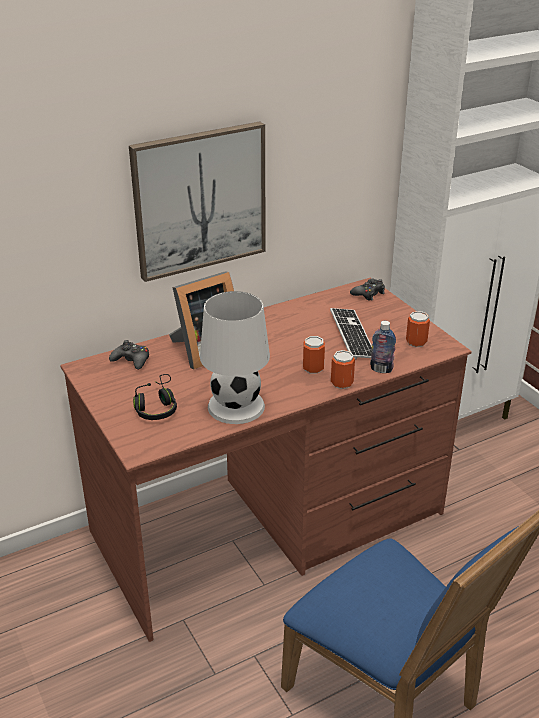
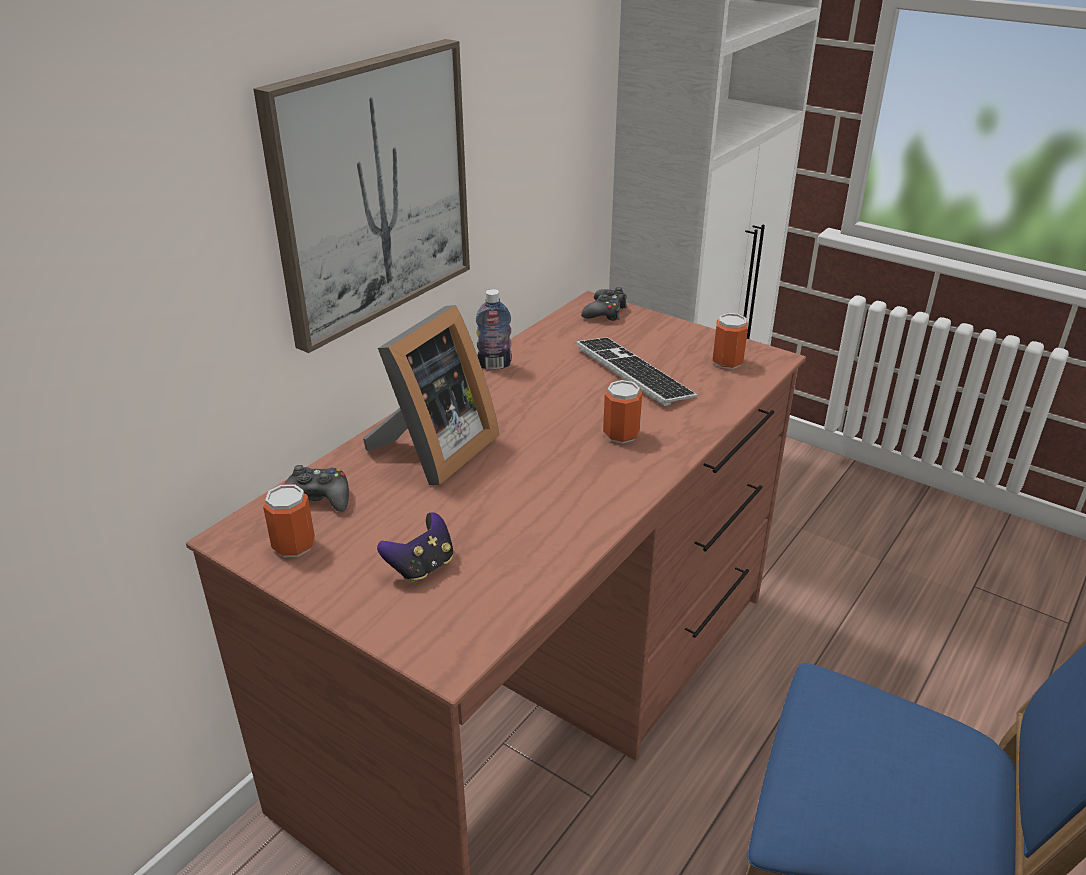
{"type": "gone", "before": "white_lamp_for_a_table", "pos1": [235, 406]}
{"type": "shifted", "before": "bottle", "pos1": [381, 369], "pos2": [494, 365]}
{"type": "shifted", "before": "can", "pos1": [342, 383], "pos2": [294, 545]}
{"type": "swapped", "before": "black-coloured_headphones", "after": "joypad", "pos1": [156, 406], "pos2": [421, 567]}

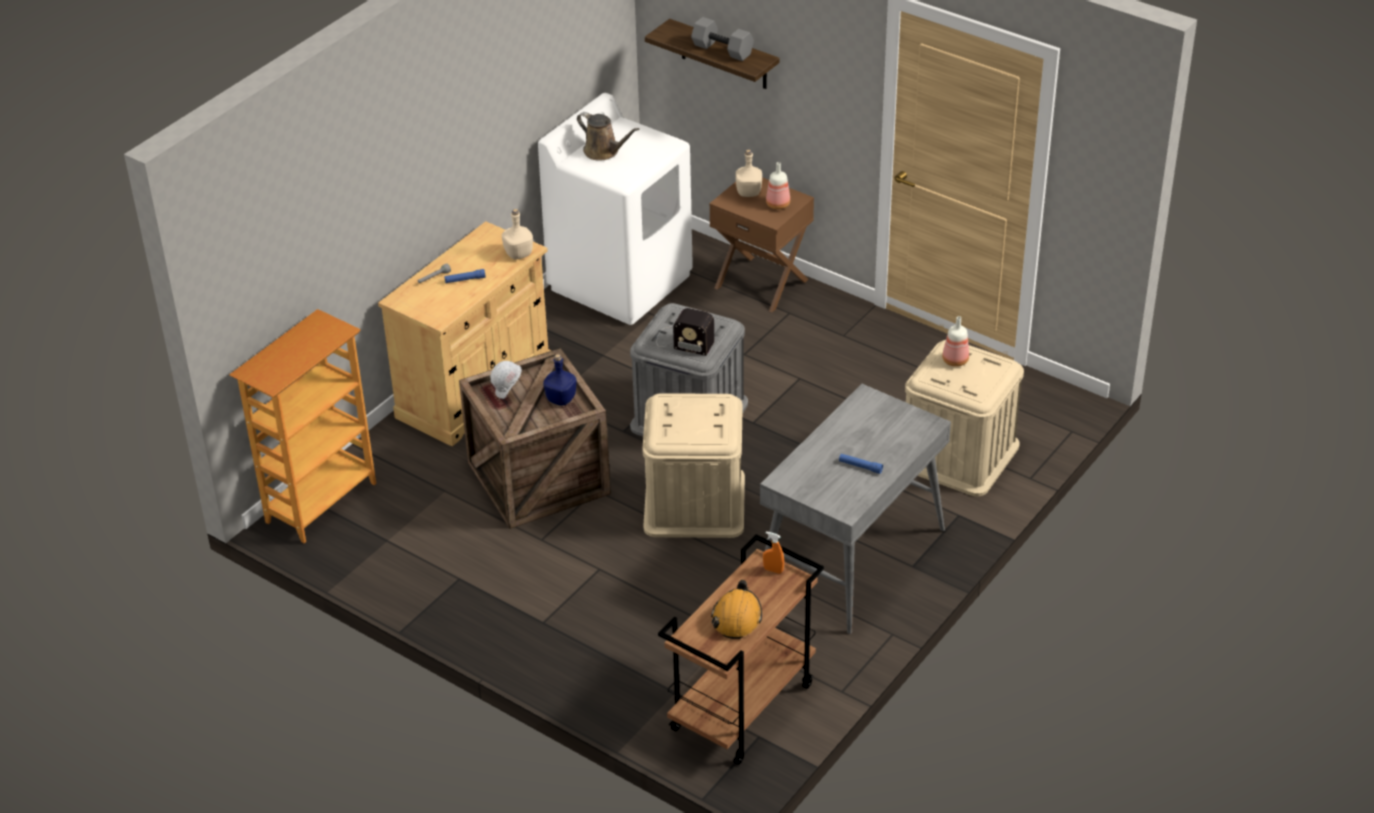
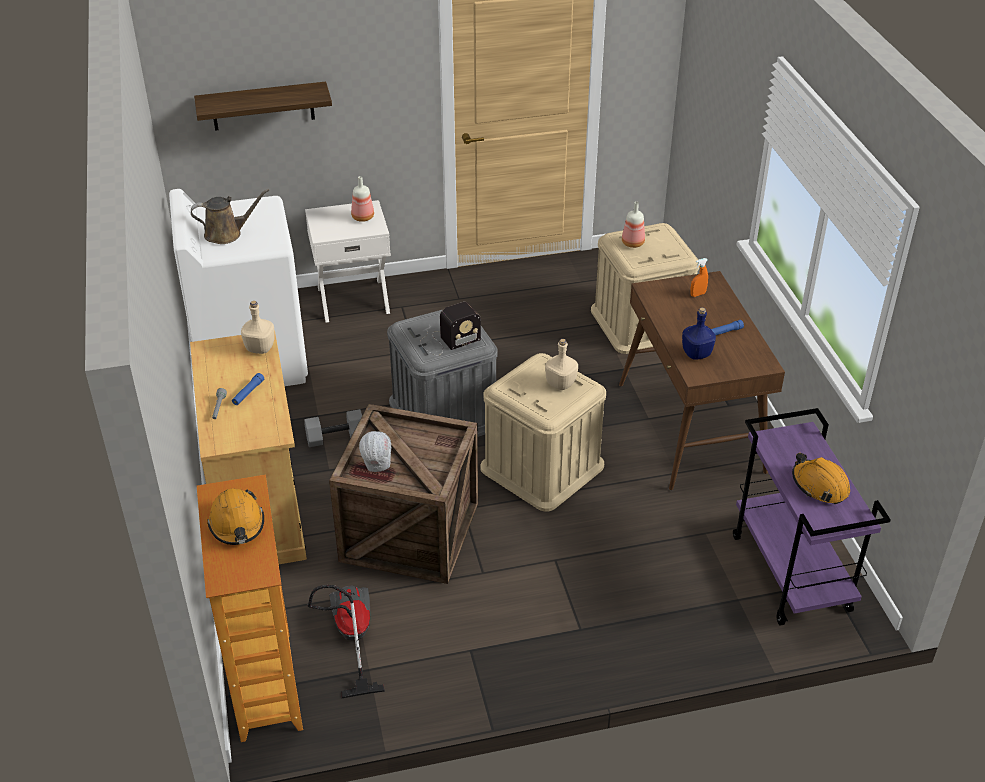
{"type": "shifted", "before": "greyish_hand_weight", "pos1": [723, 49], "pos2": [336, 437]}
{"type": "shifted", "before": "beige-coloured_bottle", "pos1": [748, 192], "pos2": [560, 383]}
{"type": "repainted", "before": "brown-coloured_bedside_table", "after": "white_bedside_table", "pos1": [762, 283], "pos2": [353, 299]}
{"type": "shifted", "before": "bluish_bottle", "pos1": [561, 398], "pos2": [696, 353]}
{"type": "repainted", "before": "greyish_desk", "after": "brown-coloured_desk", "pos1": [851, 560], "pos2": [691, 428]}
{"type": "shifted", "before": "orange_hand_sprayer", "pos1": [773, 570], "pos2": [697, 294]}
{"type": "repainted", "before": "brown-coloured_cart", "after": "purplish_cart", "pos1": [742, 709], "pos2": [792, 573]}
{"type": "new", "after": "orange_work_helmet", "pos2": [237, 524]}
{"type": "new", "after": "hoover", "pos2": [350, 638]}

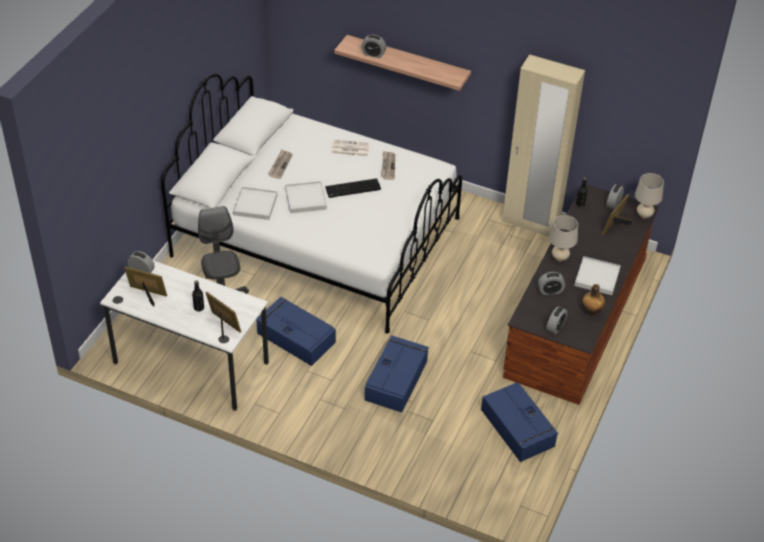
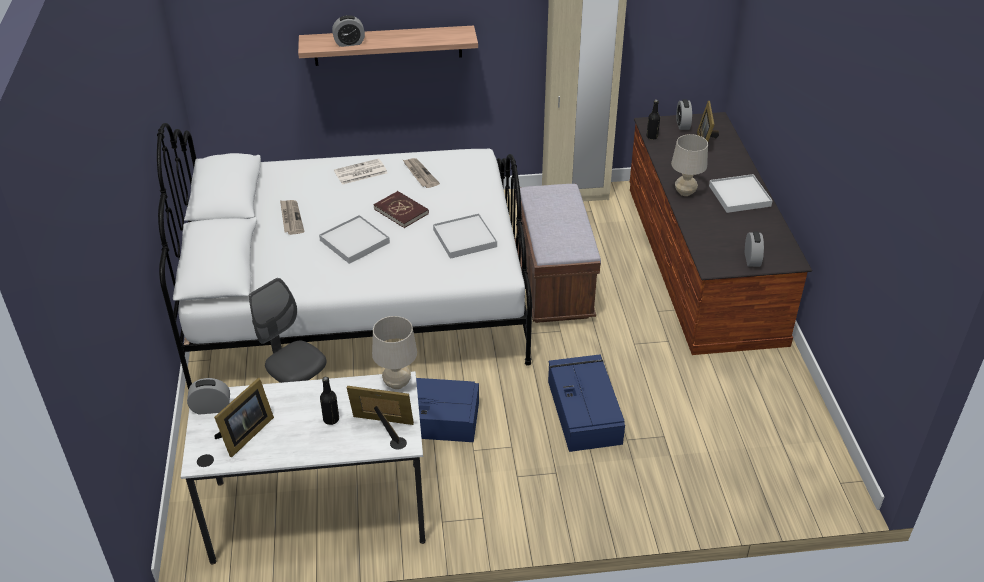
{"type": "shifted", "before": "beige-coloured_lamp_for_a_table", "pos1": [644, 215], "pos2": [397, 383]}
{"type": "swapped", "before": "computer_keyboard", "after": "red_book", "pos1": [352, 189], "pos2": [401, 211]}
{"type": "shifted", "before": "white_tray", "pos1": [255, 205], "pos2": [464, 238]}
{"type": "rotated", "before": "standing_frame", "pos1": [147, 295], "pos2": [244, 435], "turn": 135}
{"type": "gone", "before": "table_clock", "pos1": [550, 291]}
{"type": "gone", "before": "bottle", "pos1": [591, 311]}
{"type": "gone", "before": "bluish_storage_box", "pos1": [518, 429]}
{"type": "new", "after": "brown-coloured_bench", "pos2": [553, 283]}

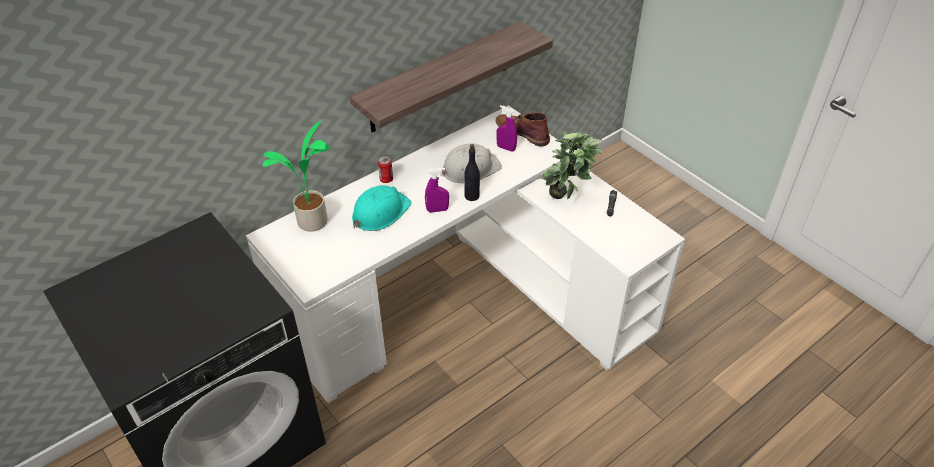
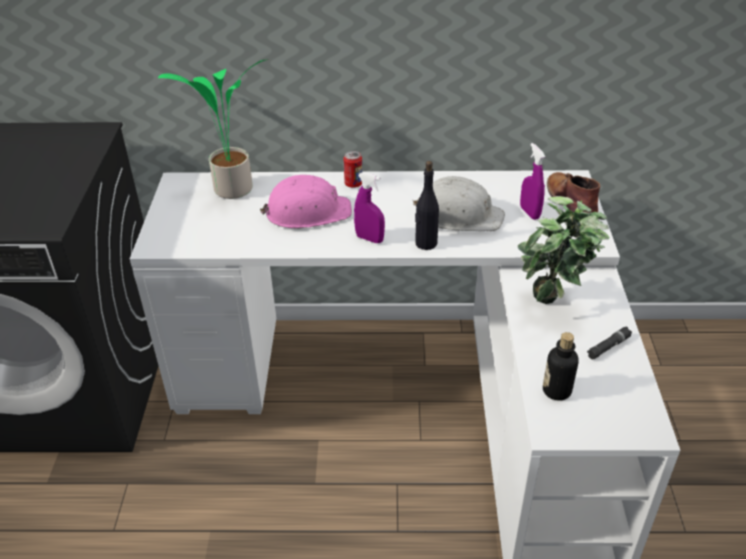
{"type": "gone", "before": "wall_shelf", "pos1": [440, 78]}
{"type": "repainted", "before": "turquoise-coloured_work_helmet", "after": "pink-coloured_work_helmet", "pos1": [380, 212], "pos2": [307, 212]}
{"type": "new", "after": "bottle", "pos2": [556, 390]}

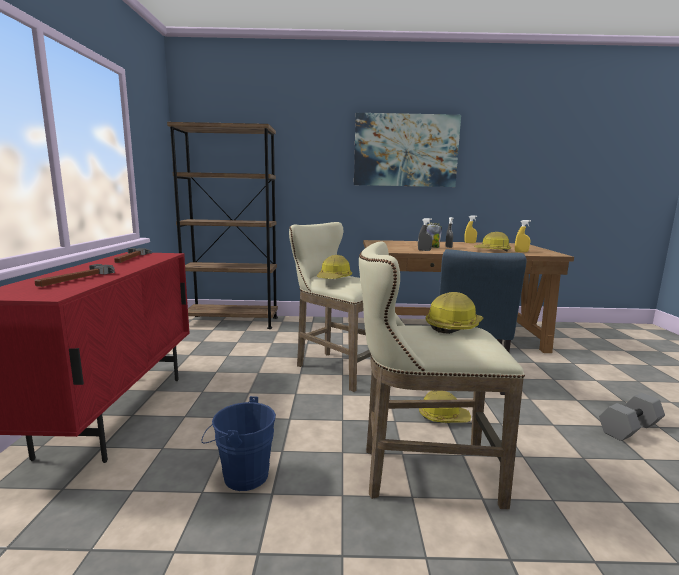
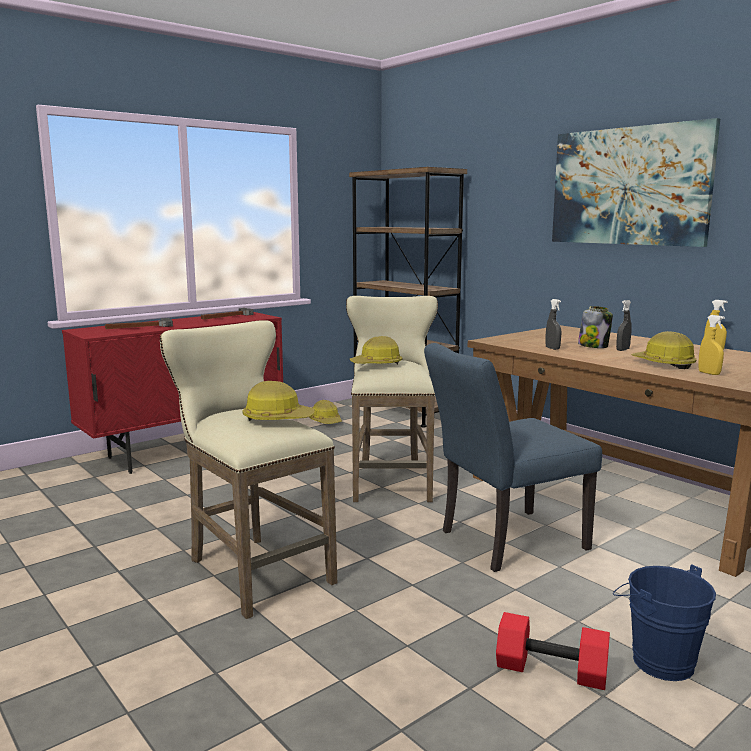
{"type": "shifted", "before": "work_helmet", "pos1": [443, 417], "pos2": [326, 421]}
{"type": "repainted", "before": "greyish_hand_weight", "after": "red_hand_weight", "pos1": [630, 429], "pos2": [550, 671]}
{"type": "shifted", "before": "bluish_bucket", "pos1": [241, 475], "pos2": [657, 659]}

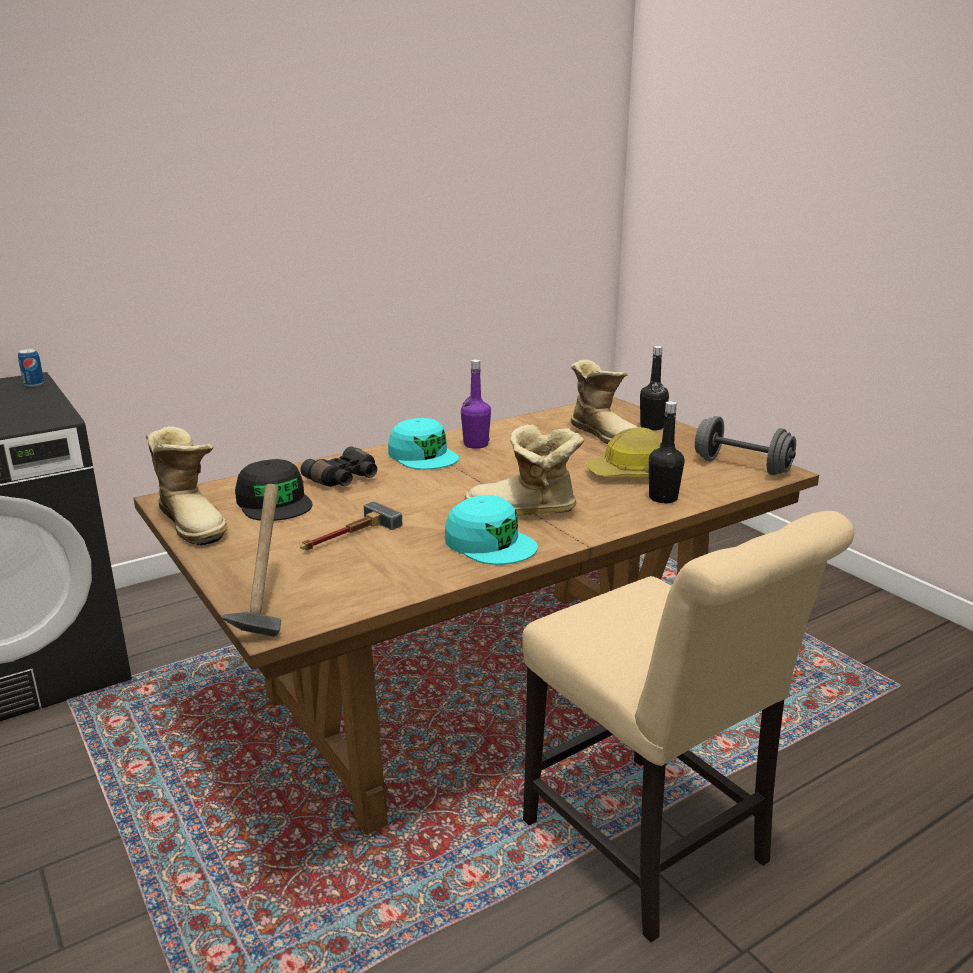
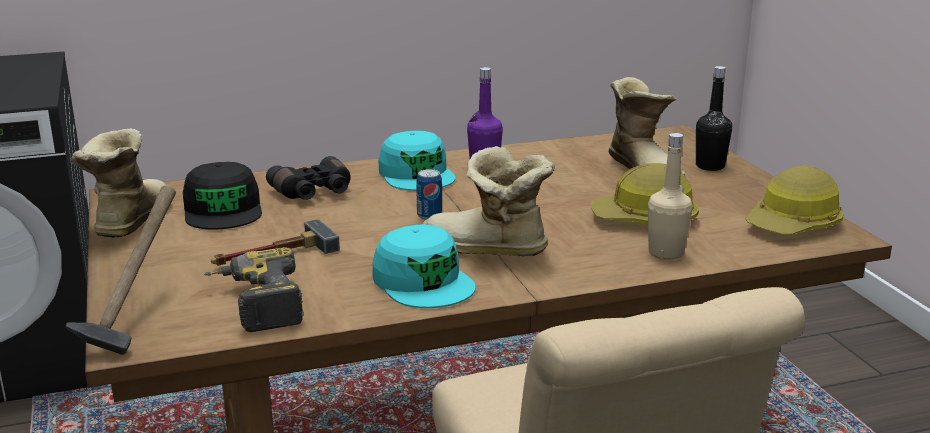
{"type": "shifted", "before": "can", "pos1": [34, 384], "pos2": [429, 215]}
{"type": "repainted", "before": "black-coloured_bottle", "after": "beige-coloured_bottle", "pos1": [663, 498], "pos2": [666, 252]}
{"type": "swapped", "before": "greyish_hand_weight", "after": "work_helmet", "pos1": [742, 466], "pos2": [794, 225]}
{"type": "rotated", "before": "tall_boot", "pos1": [194, 522], "pos2": [128, 222], "turn": -150}
{"type": "new", "after": "electric_drill", "pos2": [254, 304]}

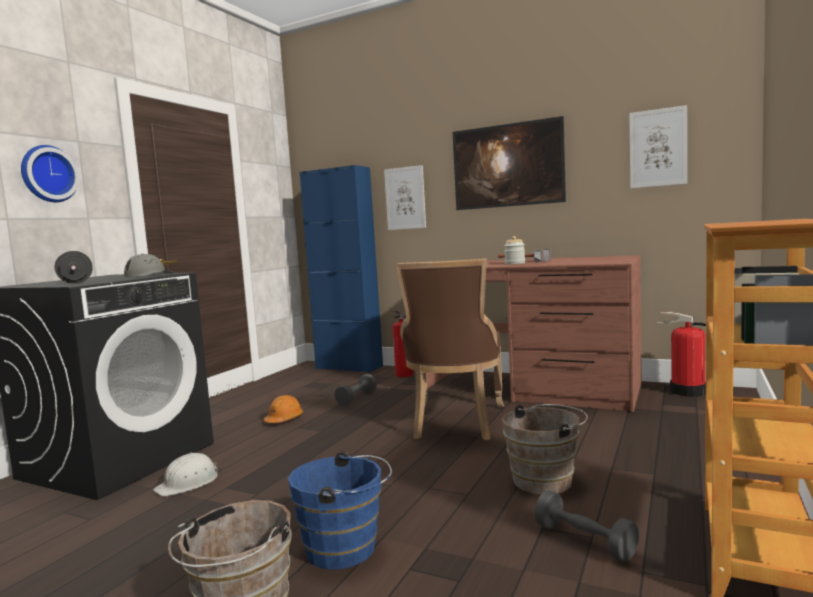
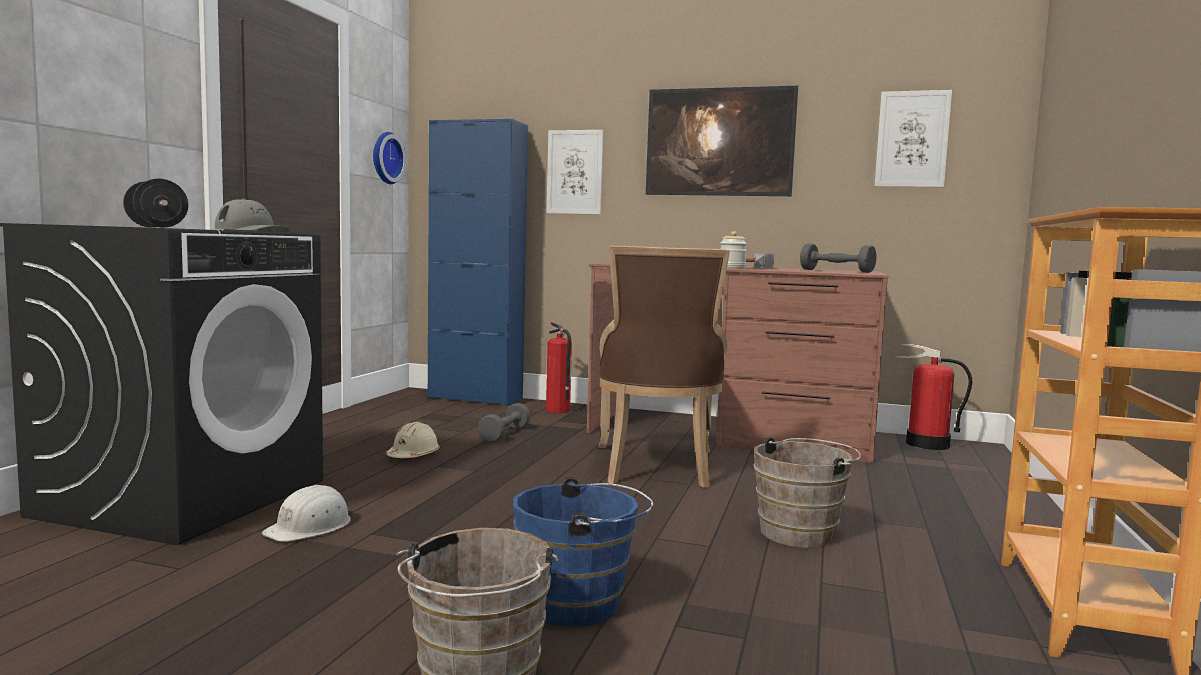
{"type": "shifted", "before": "hanging_clock", "pos1": [47, 174], "pos2": [385, 158]}
{"type": "repainted", "before": "orange_work_helmet", "after": "beige-coloured_work_helmet", "pos1": [284, 419], "pos2": [413, 456]}
{"type": "shifted", "before": "greyish_hand_weight", "pos1": [584, 541], "pos2": [836, 271]}

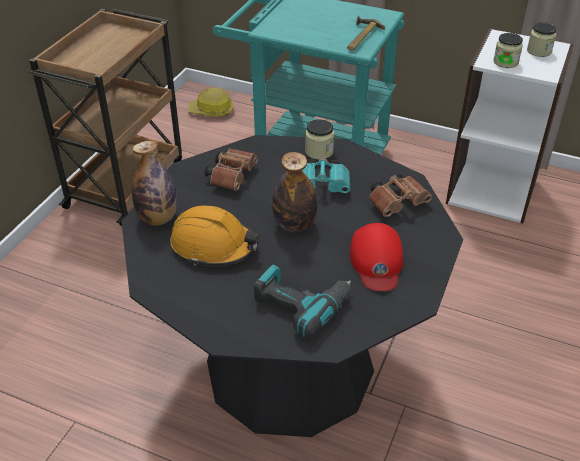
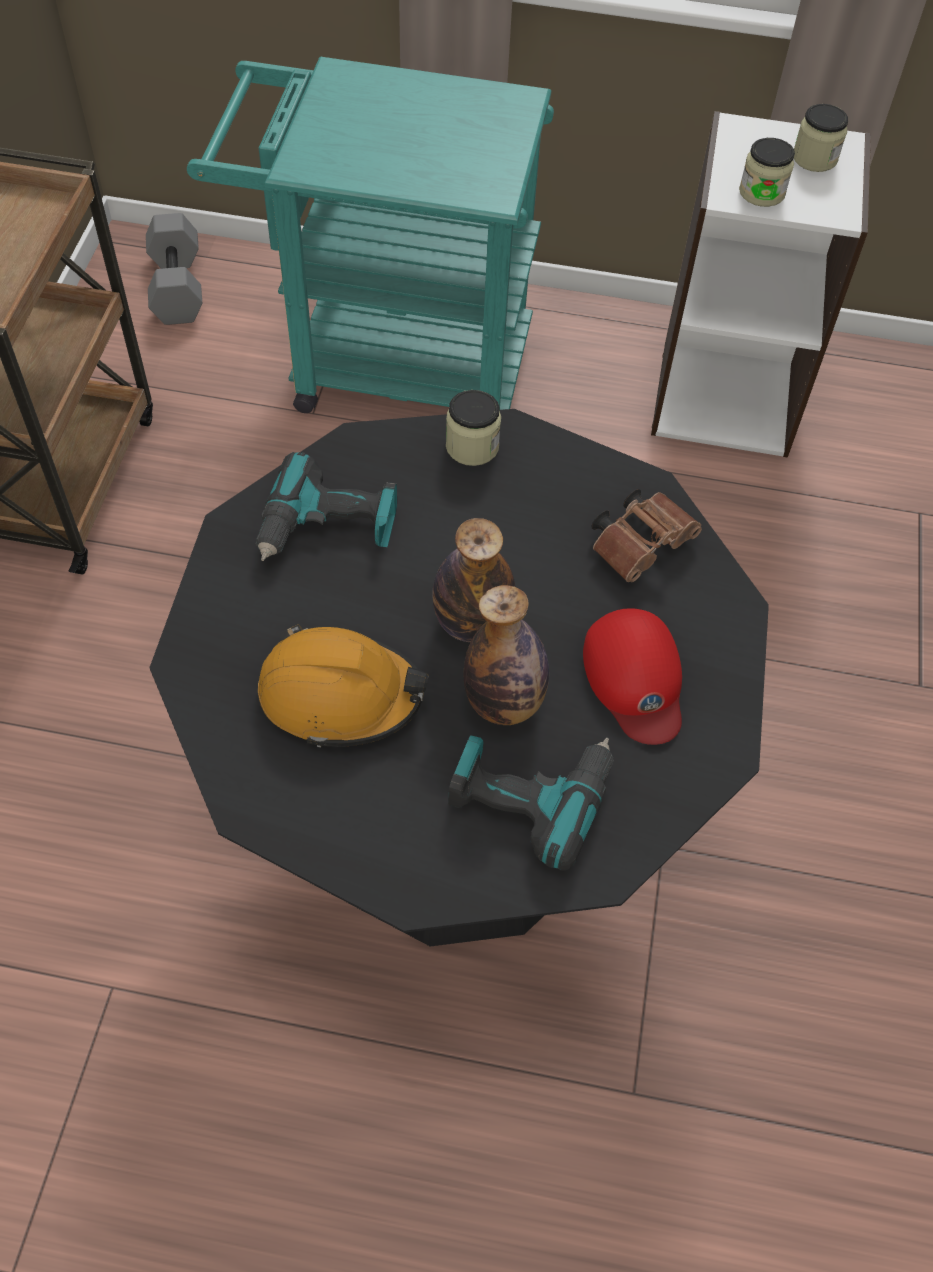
{"type": "gone", "before": "hand_hammer", "pos1": [360, 37]}
{"type": "swapped", "before": "work_helmet", "after": "greyish_hand_weight", "pos1": [211, 111], "pos2": [179, 288]}
{"type": "shifted", "before": "bottle", "pos1": [158, 218], "pos2": [504, 702]}
{"type": "swapped", "before": "brown-coloured_field_glasses", "after": "electric_drill", "pos1": [232, 176], "pos2": [328, 528]}
{"type": "gone", "before": "turquoise-coloured_field_glasses", "pos1": [323, 186]}

